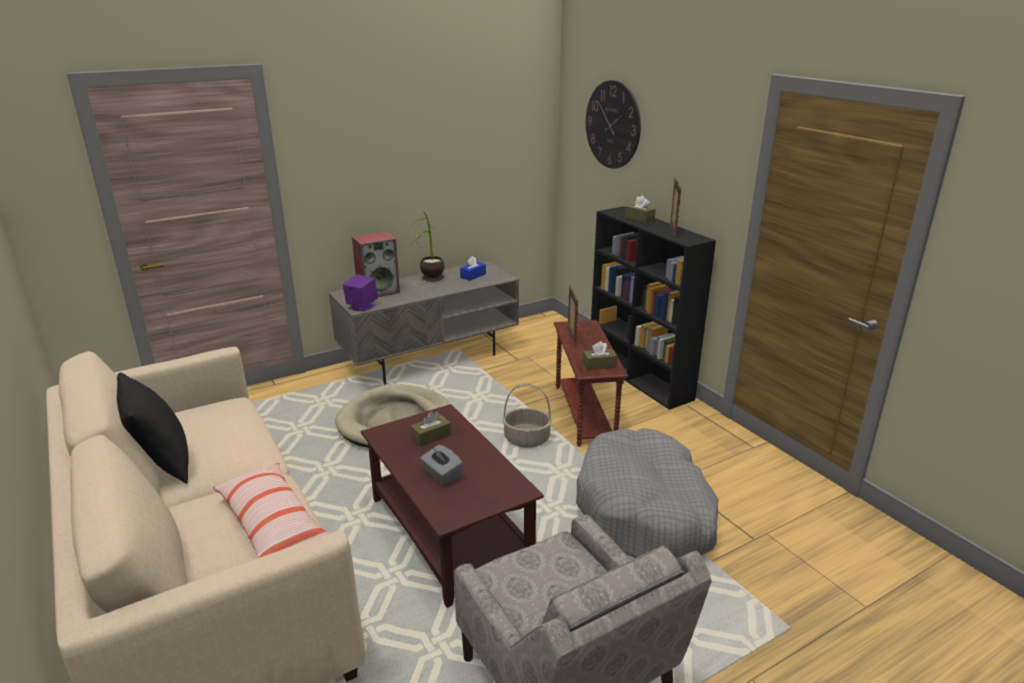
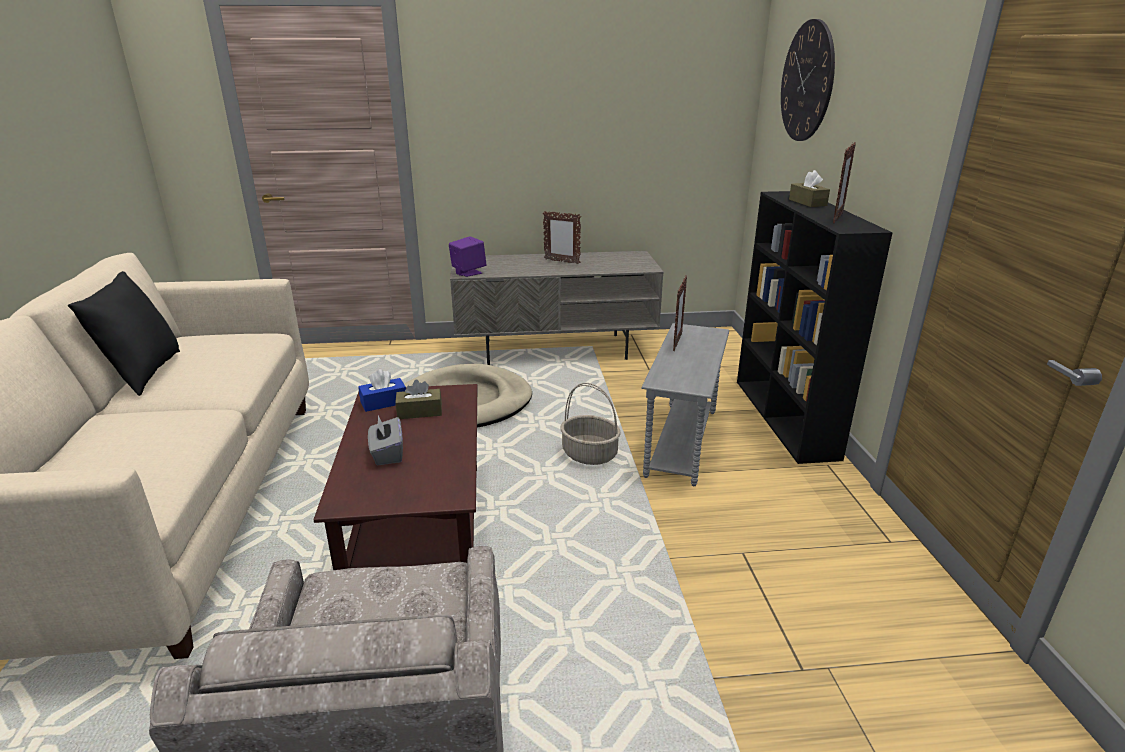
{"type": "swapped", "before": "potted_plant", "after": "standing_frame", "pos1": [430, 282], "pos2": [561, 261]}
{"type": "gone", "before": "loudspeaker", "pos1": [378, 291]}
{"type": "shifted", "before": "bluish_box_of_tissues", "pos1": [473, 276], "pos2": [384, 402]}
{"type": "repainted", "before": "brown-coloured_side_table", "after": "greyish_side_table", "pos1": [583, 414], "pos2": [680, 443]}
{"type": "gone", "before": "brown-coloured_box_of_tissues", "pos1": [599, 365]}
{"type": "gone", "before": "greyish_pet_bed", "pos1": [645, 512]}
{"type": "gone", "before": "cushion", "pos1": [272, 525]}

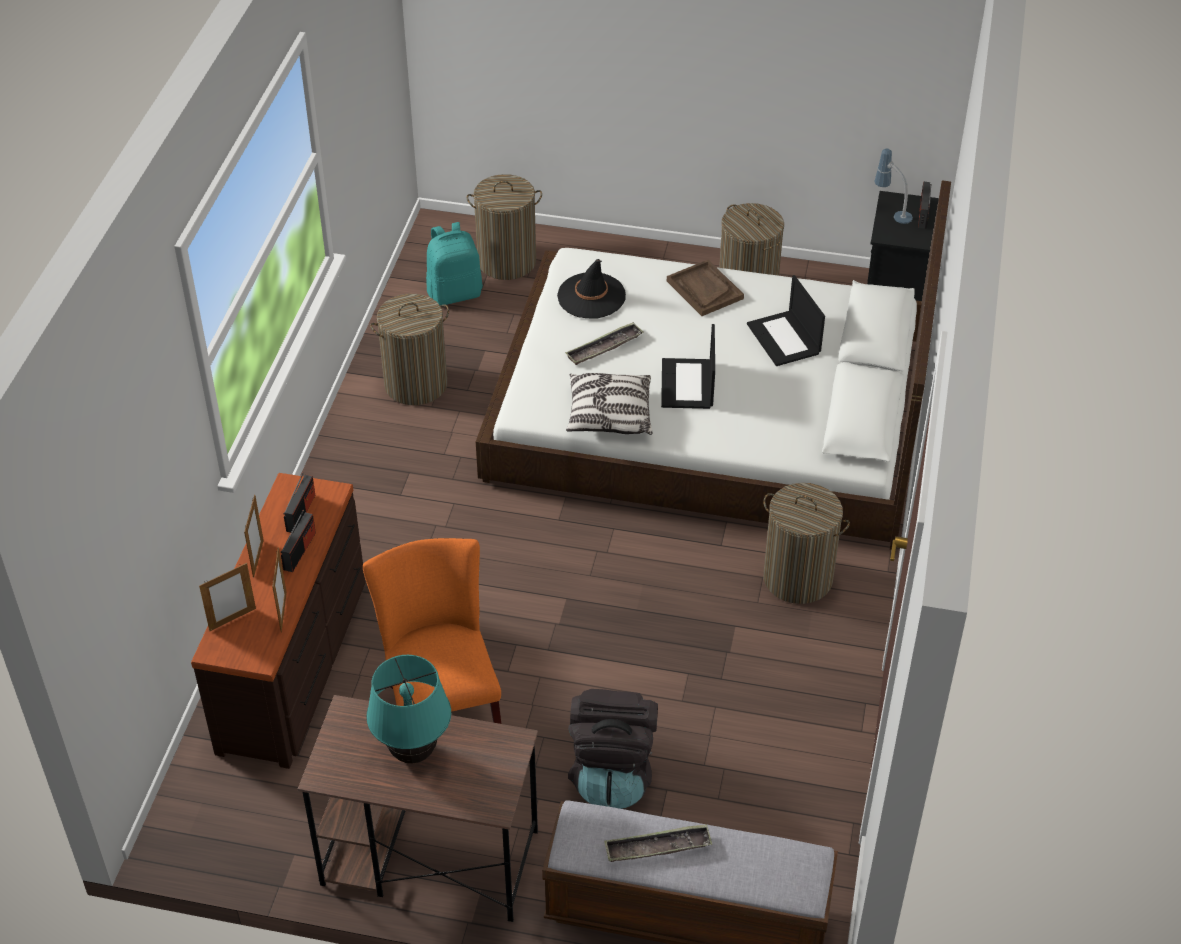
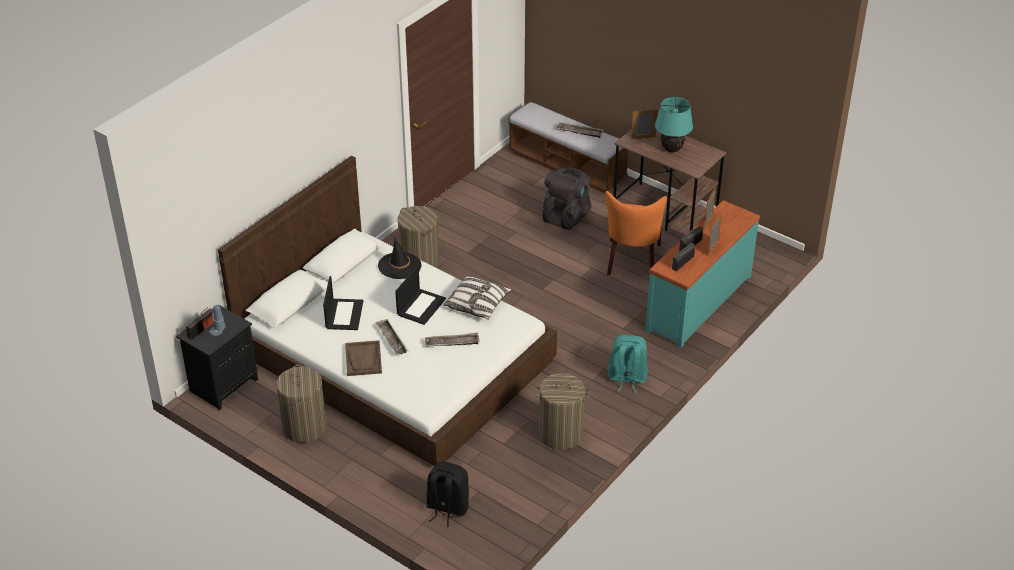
{"type": "swapped", "before": "laundry_basket", "after": "black-coloured_backpack", "pos1": [507, 261], "pos2": [447, 508]}
{"type": "shifted", "before": "turquoise-coloured_backpack", "pos1": [455, 293], "pos2": [627, 378]}
{"type": "shifted", "before": "black-coloured_wearable_hat", "pos1": [591, 296], "pos2": [399, 266]}
{"type": "repainted", "before": "brown-coloured_dresser", "after": "turquoise-coloured_dresser", "pos1": [295, 664], "pos2": [697, 302]}
{"type": "shifted", "before": "standing_frame", "pos1": [232, 619], "pos2": [643, 138]}
{"type": "new", "after": "tray", "pos2": [392, 339]}

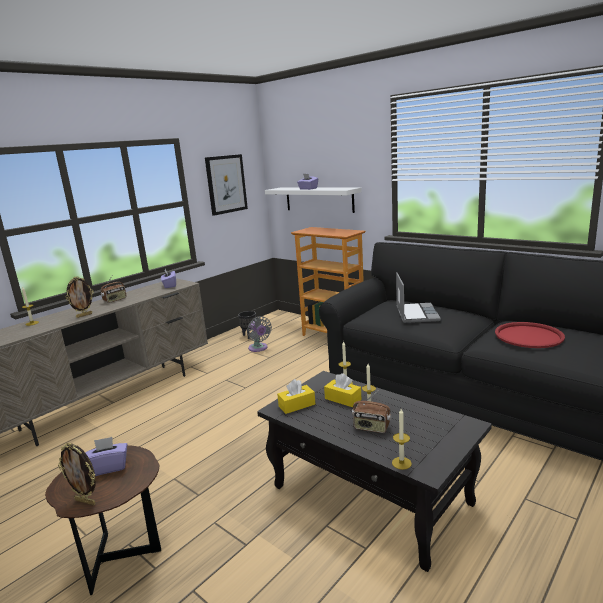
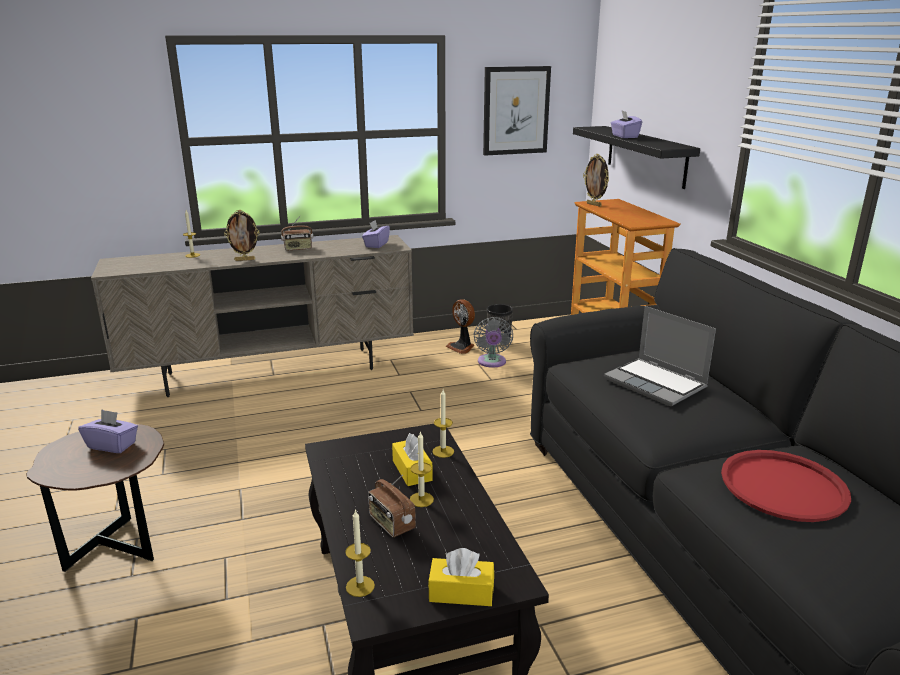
{"type": "repainted", "before": "white_wall_shelf", "after": "black-coloured_wall_shelf", "pos1": [319, 199], "pos2": [646, 155]}
{"type": "rotated", "before": "portable_computer", "pos1": [416, 314], "pos2": [656, 383], "turn": 105}
{"type": "shifted", "before": "yellowish_box_of_tissues", "pos1": [297, 405], "pos2": [461, 592]}
{"type": "shifted", "before": "standing_frame", "pos1": [86, 501], "pos2": [594, 205]}
{"type": "new", "after": "fan", "pos2": [462, 347]}

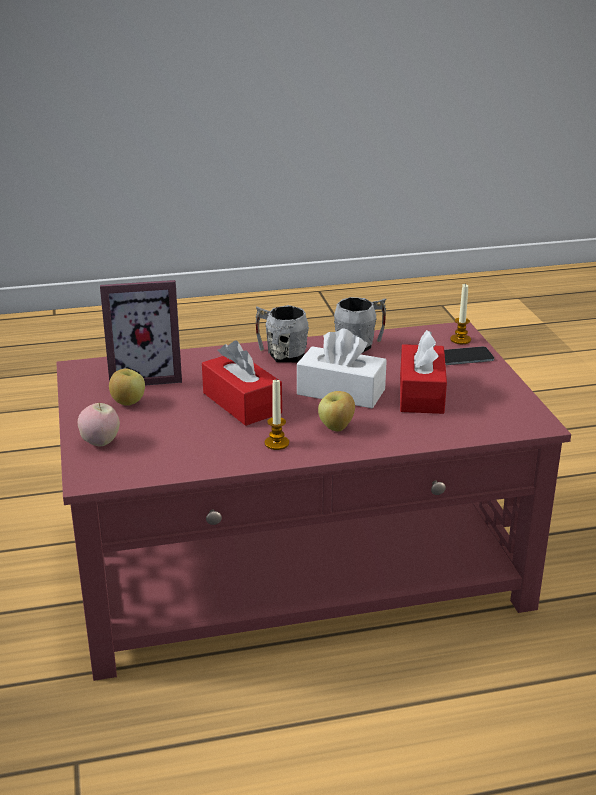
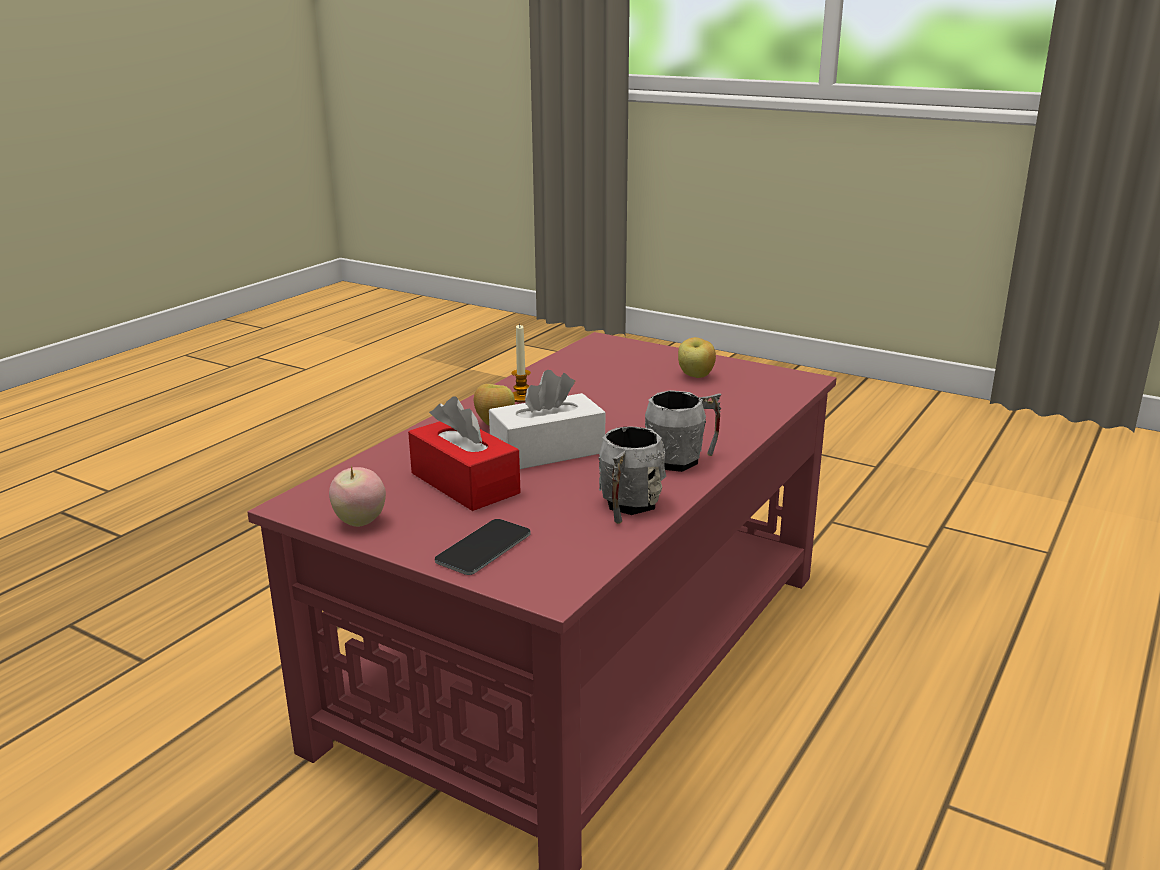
{"type": "gone", "before": "standing_frame", "pos1": [145, 376]}
{"type": "gone", "before": "candle", "pos1": [460, 340]}
{"type": "gone", "before": "red_box_of_tissues", "pos1": [242, 403]}
{"type": "shifted", "before": "whole_apple", "pos1": [100, 443], "pos2": [360, 522]}

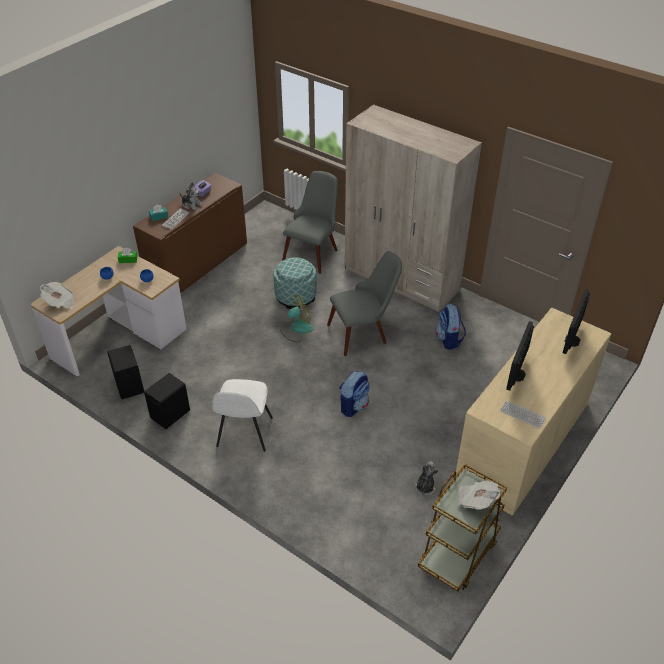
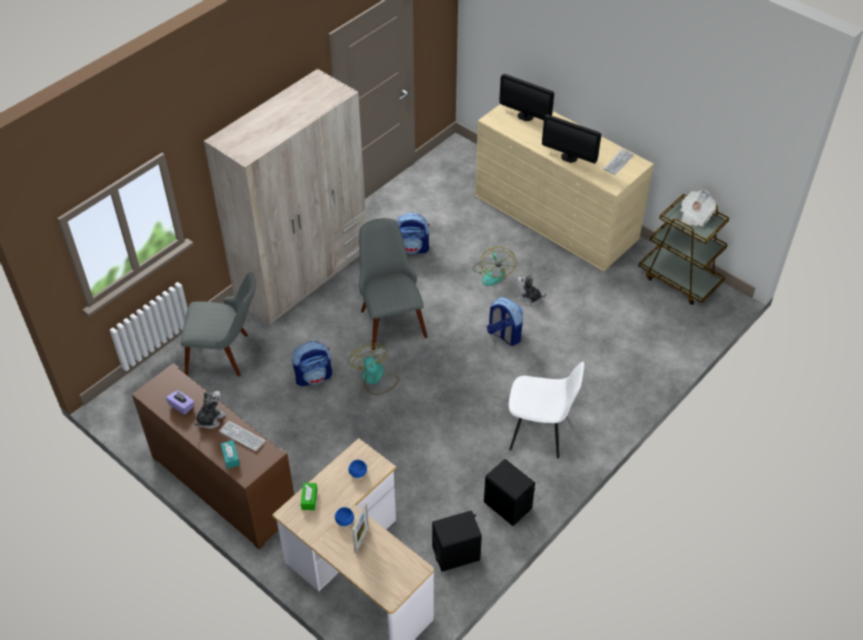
{"type": "rotated", "before": "greyish_chair", "pos1": [313, 251], "pos2": [226, 354], "turn": 150}
{"type": "swapped", "before": "pouffe", "after": "backpack", "pos1": [295, 296], "pos2": [314, 377]}
{"type": "gone", "before": "newspaper", "pos1": [60, 302]}
{"type": "shifted", "before": "plush_toy", "pos1": [425, 487], "pos2": [529, 298]}
{"type": "new", "after": "fan", "pos2": [493, 273]}
{"type": "new", "after": "standing_frame", "pos2": [361, 539]}

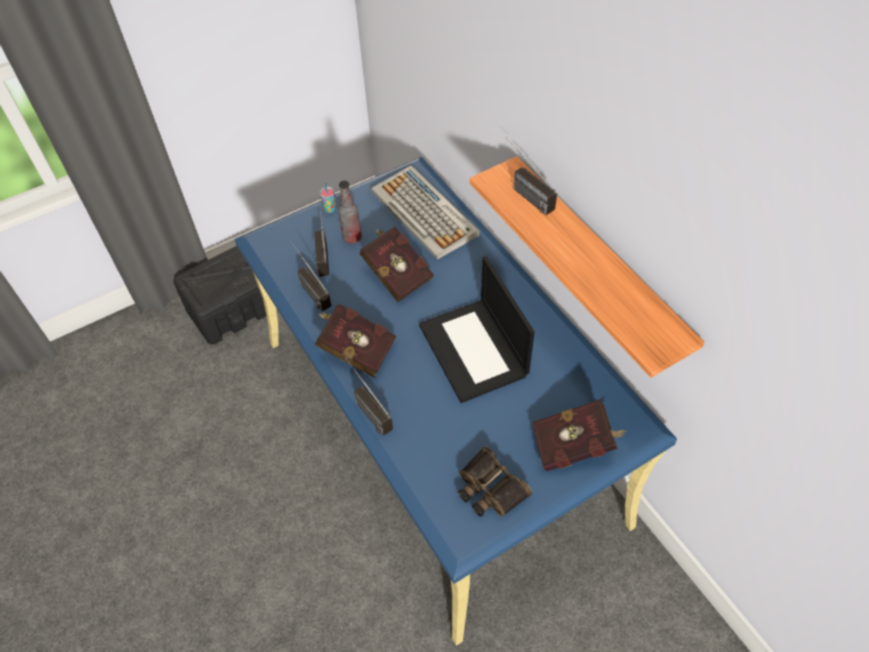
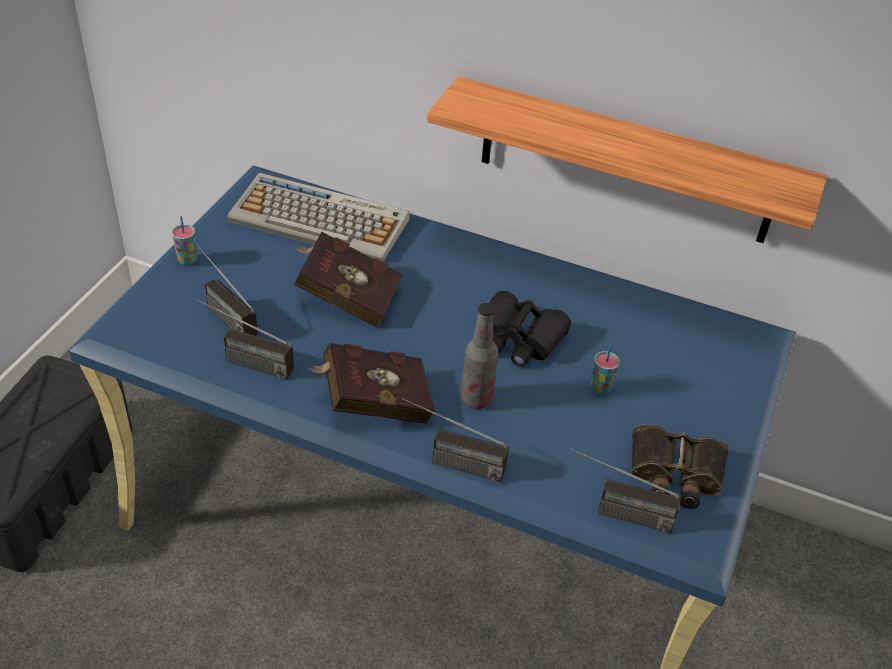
{"type": "shifted", "before": "radio_set", "pos1": [524, 193], "pos2": [615, 513]}
{"type": "shifted", "before": "bottle", "pos1": [352, 238], "pos2": [476, 399]}
{"type": "swapped", "before": "portable_computer", "after": "black-coloured_field_glasses", "pos1": [474, 350], "pos2": [518, 339]}
{"type": "gone", "before": "red_book", "pos1": [575, 446]}
{"type": "new", "after": "cup", "pos2": [600, 388]}

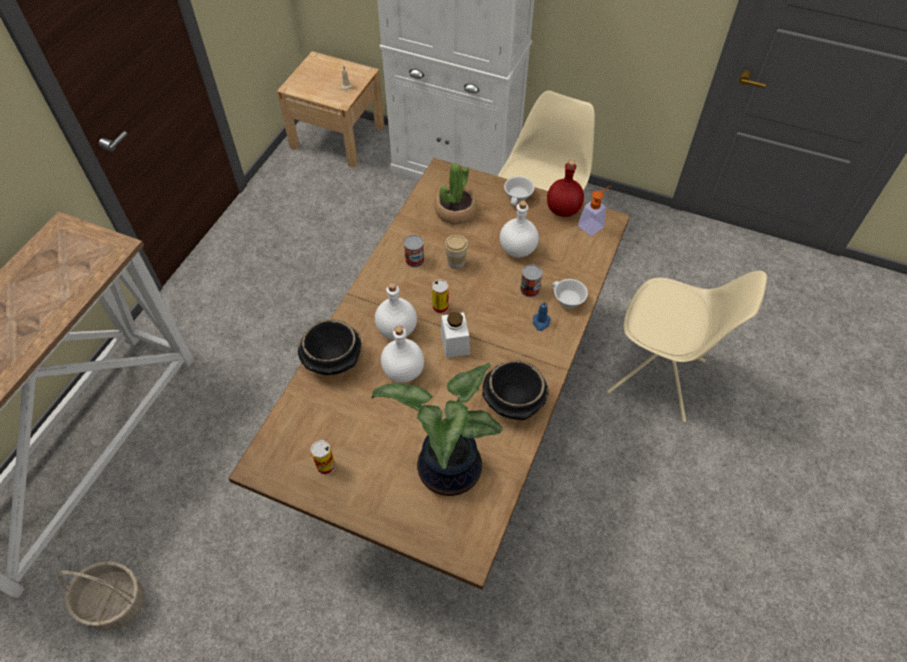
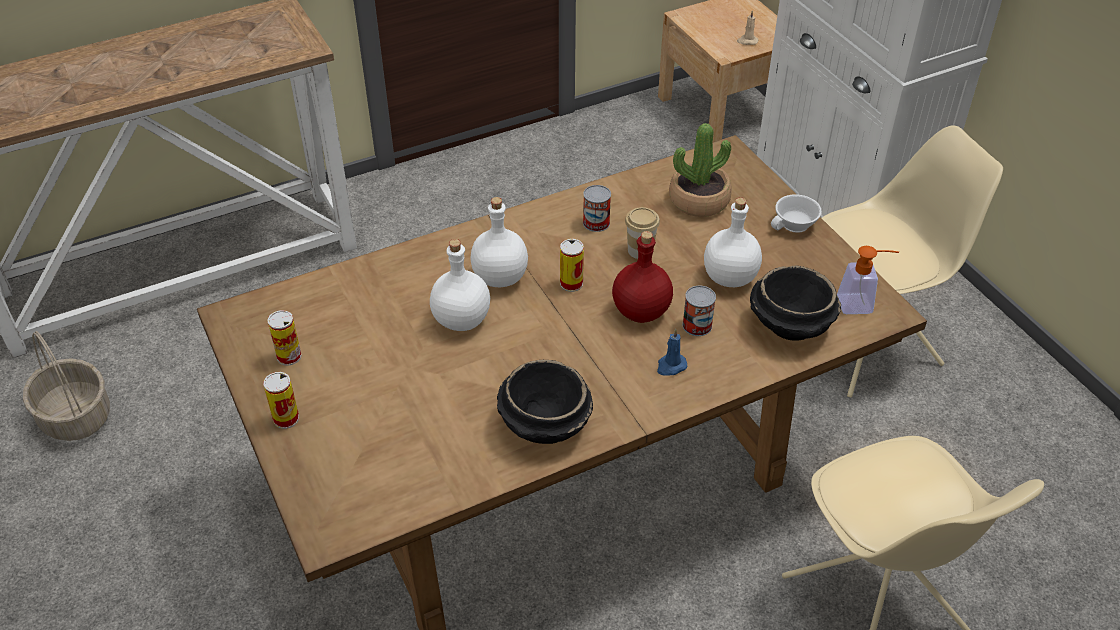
{"type": "shifted", "before": "red_bottle", "pos1": [563, 210], "pos2": [641, 312]}
{"type": "gone", "before": "white_cup", "pos1": [567, 300]}
{"type": "gone", "before": "white_preserve_jar", "pos1": [455, 343]}
{"type": "shifted", "before": "black-coloured_serving_bowl", "pos1": [332, 360], "pos2": [789, 325]}
{"type": "gone", "before": "potted_plant", "pos1": [446, 471]}
{"type": "new", "after": "can", "pos2": [286, 418]}

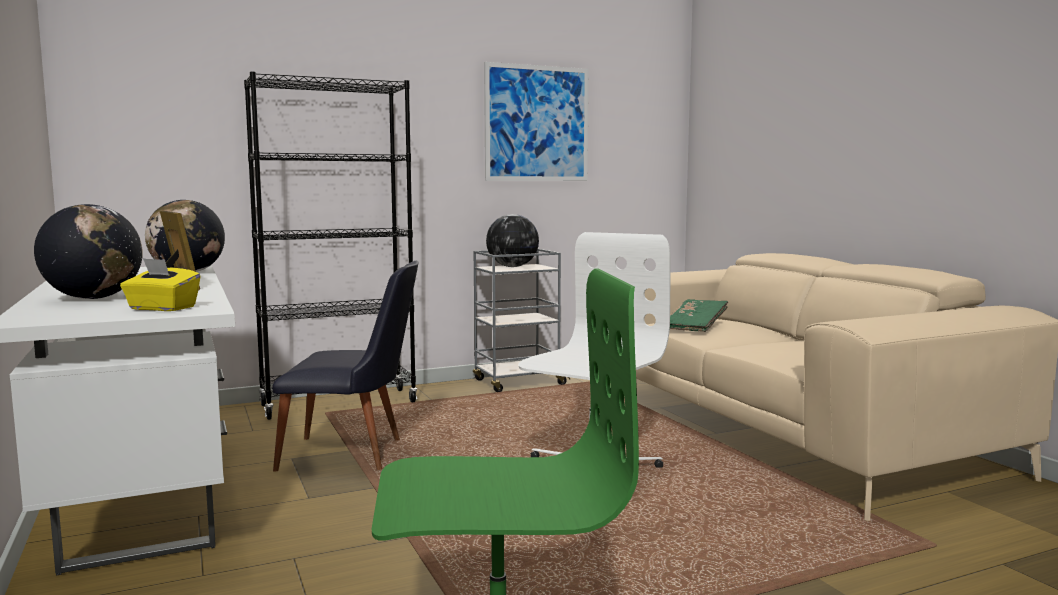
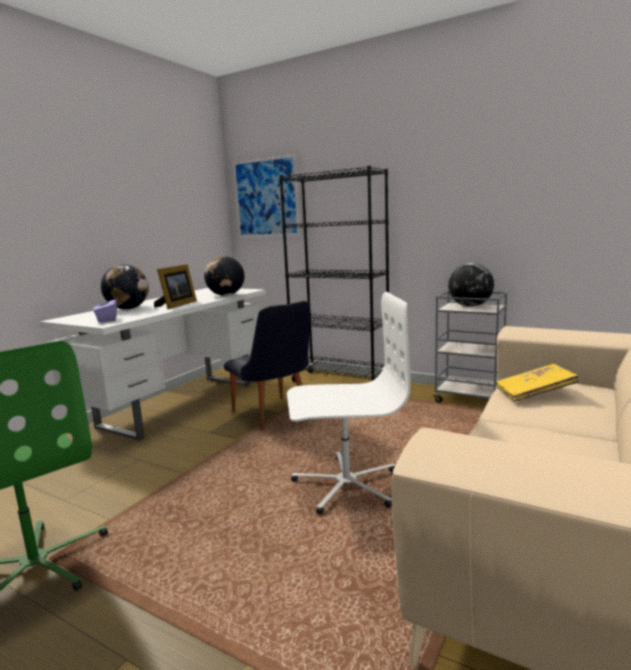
{"type": "shifted", "before": "wall_picture", "pos1": [537, 123], "pos2": [266, 198]}
{"type": "repainted", "before": "yellowish_box_of_tissues", "after": "purplish_box_of_tissues", "pos1": [162, 308], "pos2": [107, 319]}
{"type": "repainted", "before": "green-coloured_book", "after": "yellowish_book", "pos1": [695, 327], "pos2": [534, 394]}

